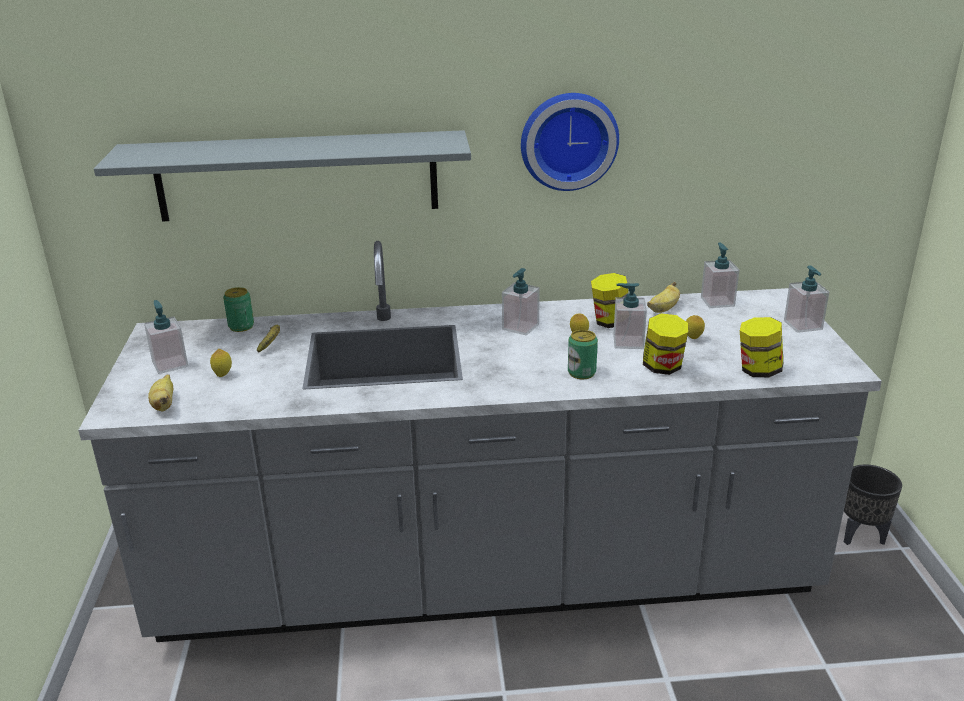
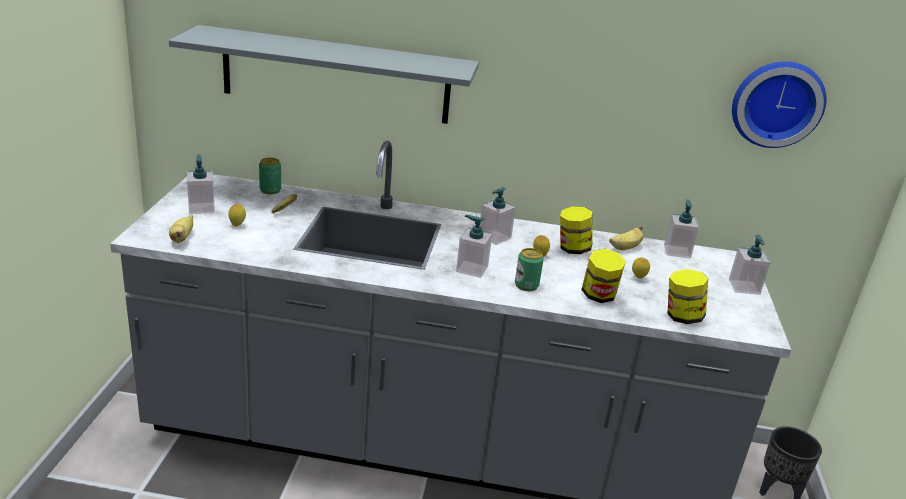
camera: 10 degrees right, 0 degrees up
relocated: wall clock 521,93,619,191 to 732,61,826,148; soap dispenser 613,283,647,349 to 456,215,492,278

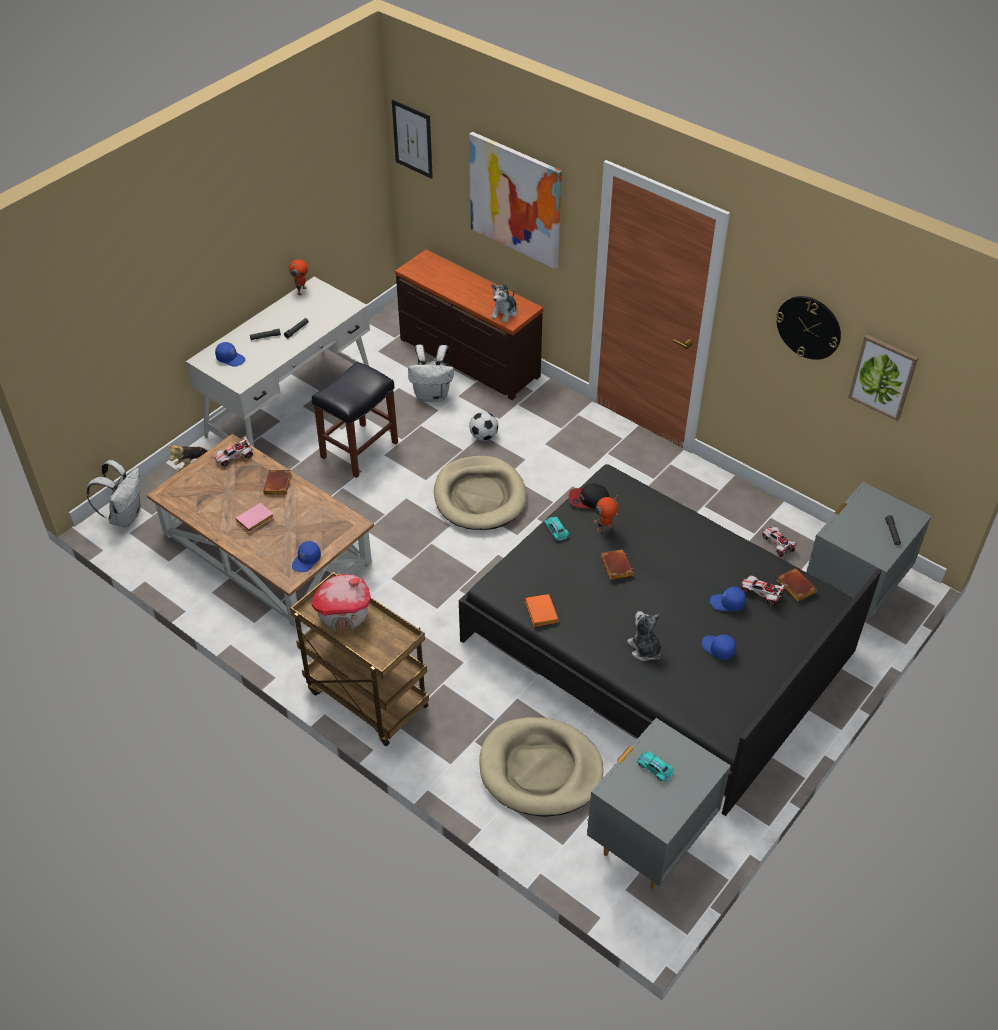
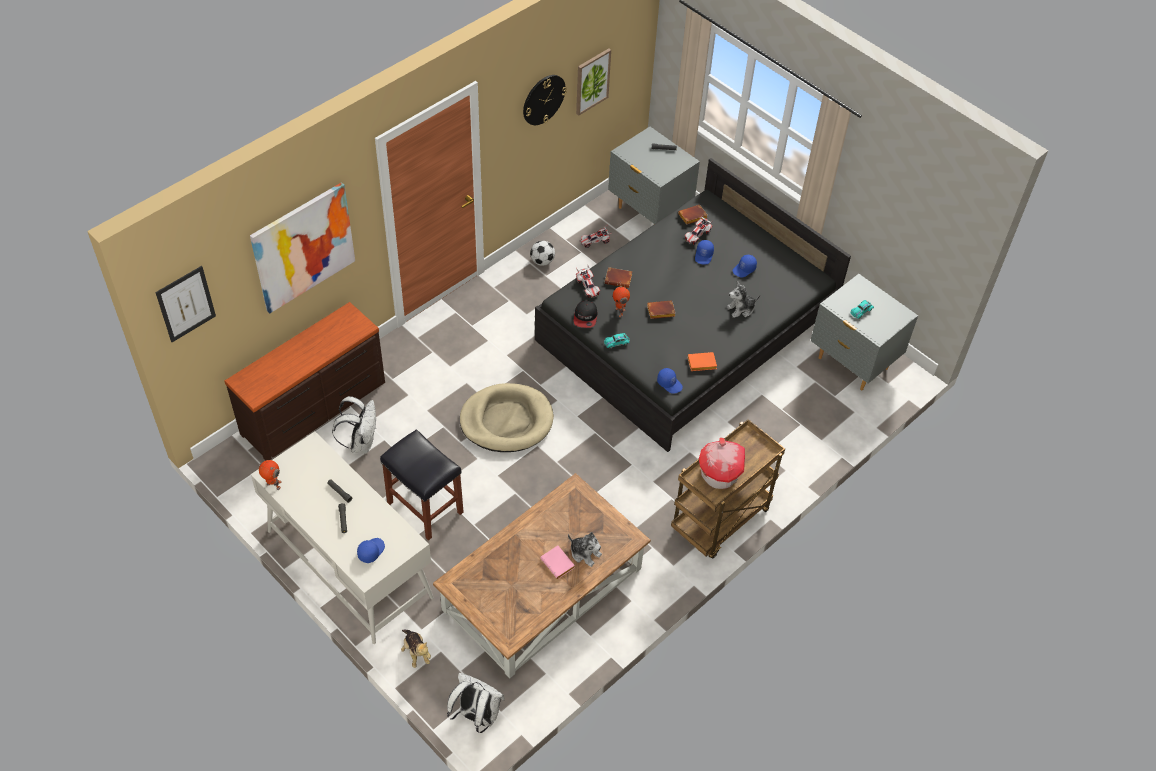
camera: 85 degrees left, 5 degrees up
missing: beige dog bed 479,717,603,816
relocated: toy car 214,434,253,466 to 576,266,600,298; brown book 263,470,292,495 to 605,267,632,288; blue cap 292,541,321,572 to 657,368,683,394; football 469,412,498,441 to 530,241,555,266; plush toy 491,284,517,323 to 568,532,602,567

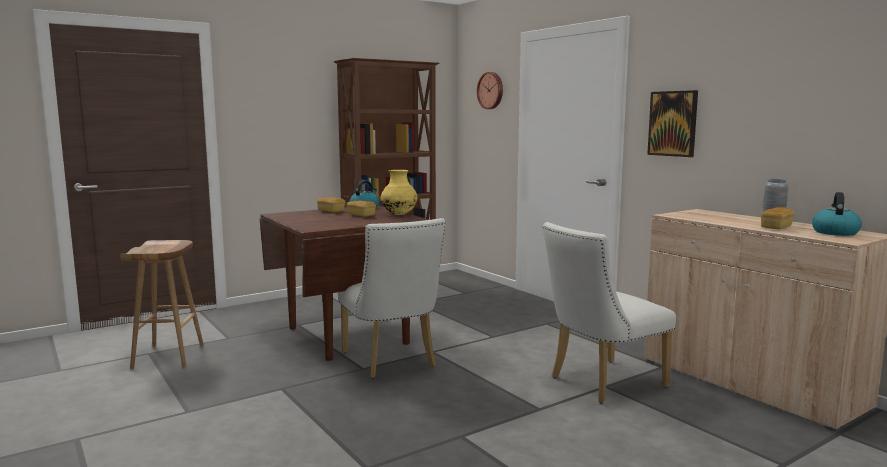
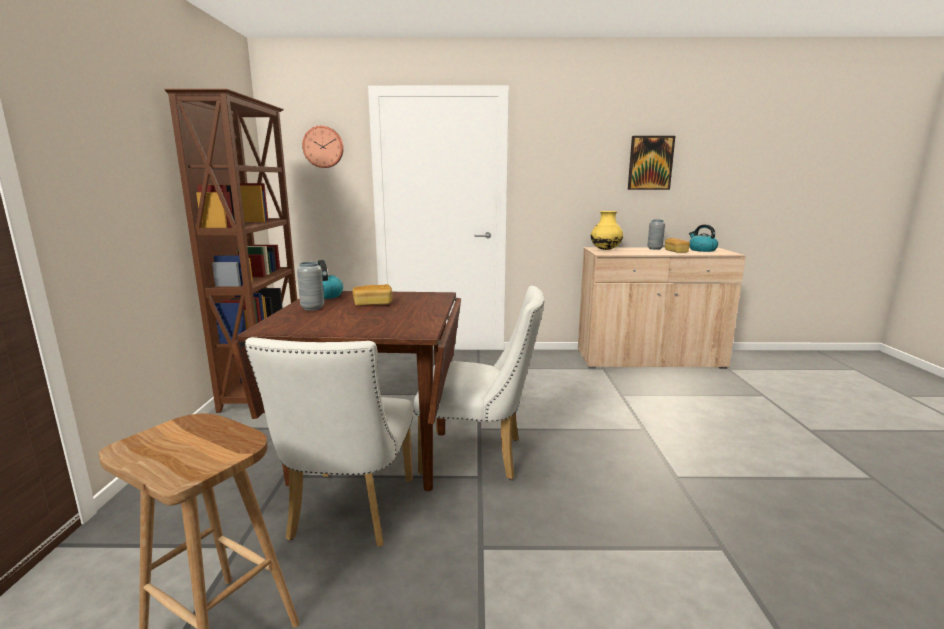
camera: 55 degrees left, 5 degrees up
relocated: yellow vase 381,170,418,215 to 591,211,623,250; white chair 543,222,676,404 to 245,337,413,547; picture 647,90,698,157 to 628,136,675,190
exchanged: bread 317,197,345,213 to grey vase 297,262,324,311

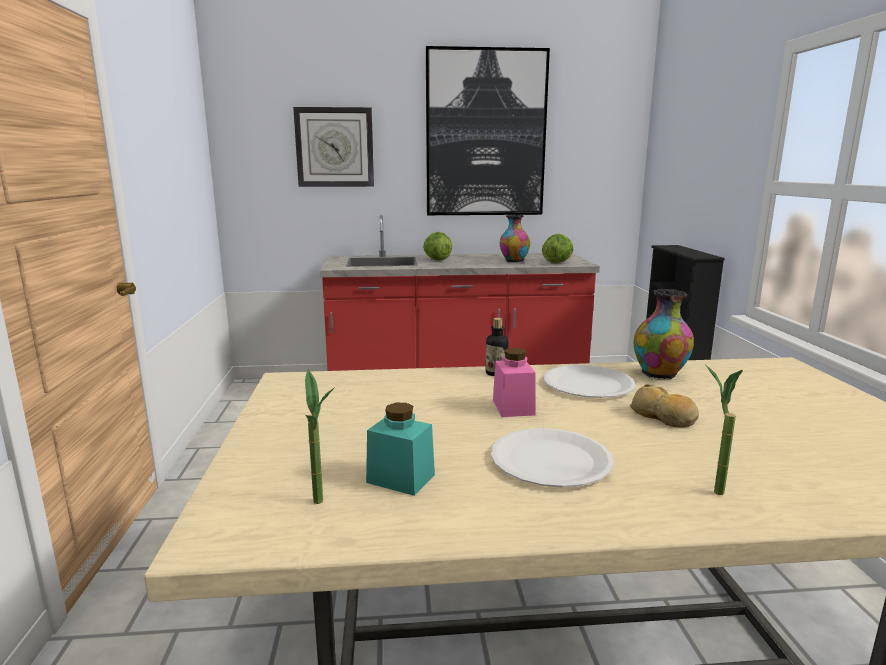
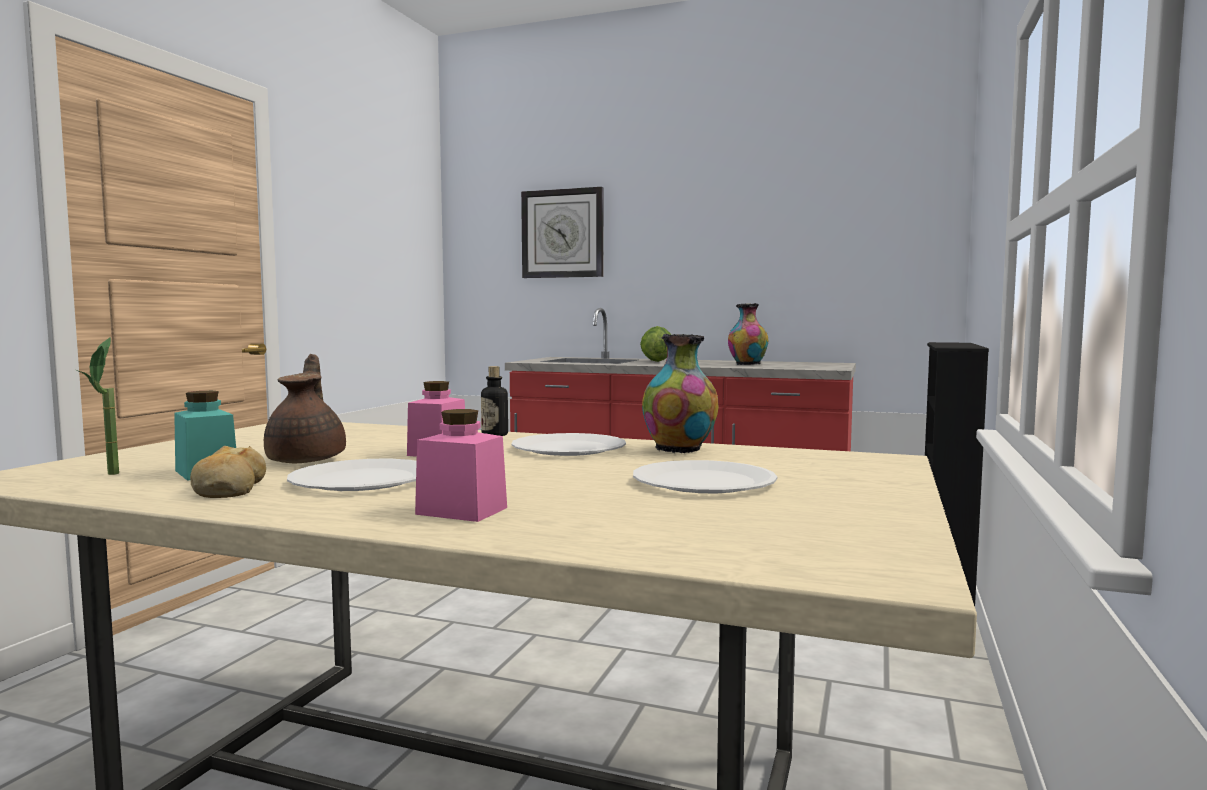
camera: 25 degrees right, 10 degrees down
missing: picture 426,46,550,215; lettuce 542,234,573,263
appeared: brown teapot 264,354,346,463; white plate 633,460,777,493
relocated: bread 630,384,699,428 to 190,446,266,498
exchanged: potted plant 705,364,742,495 to pink jar 415,409,507,522

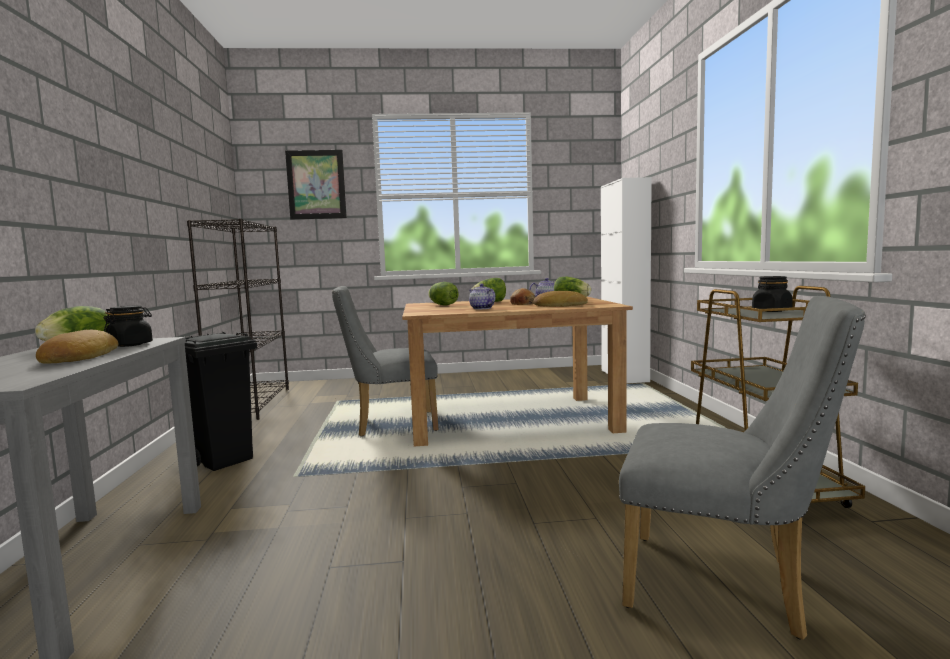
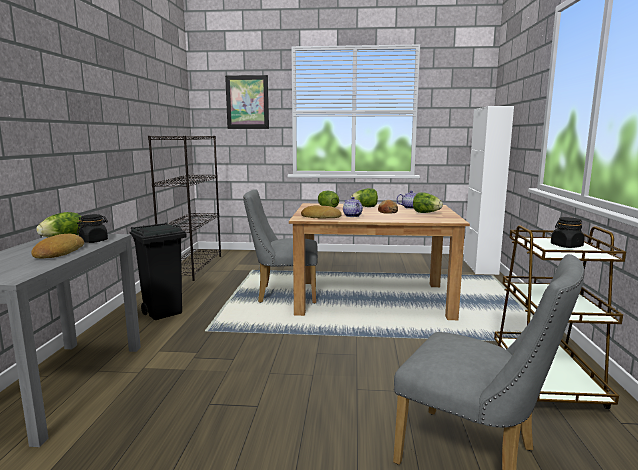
camera: 10 degrees right, 5 degrees up
relocated: bread 533,291,588,307 to 301,205,342,219

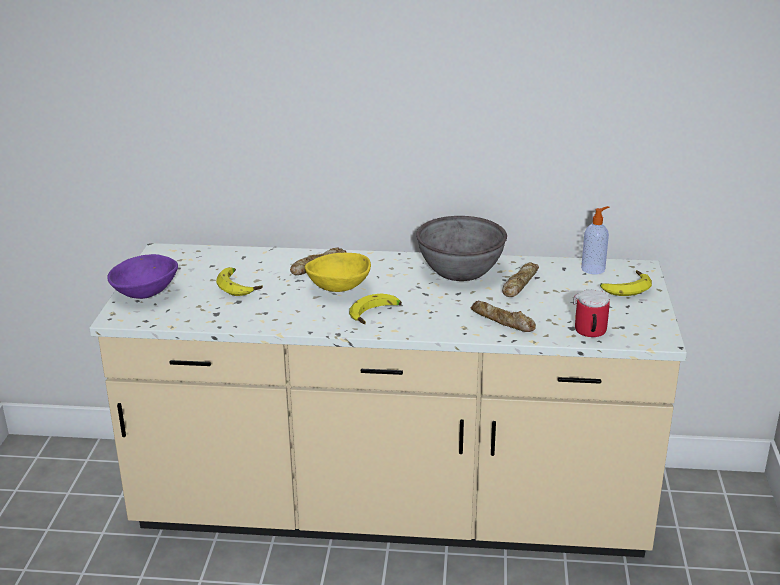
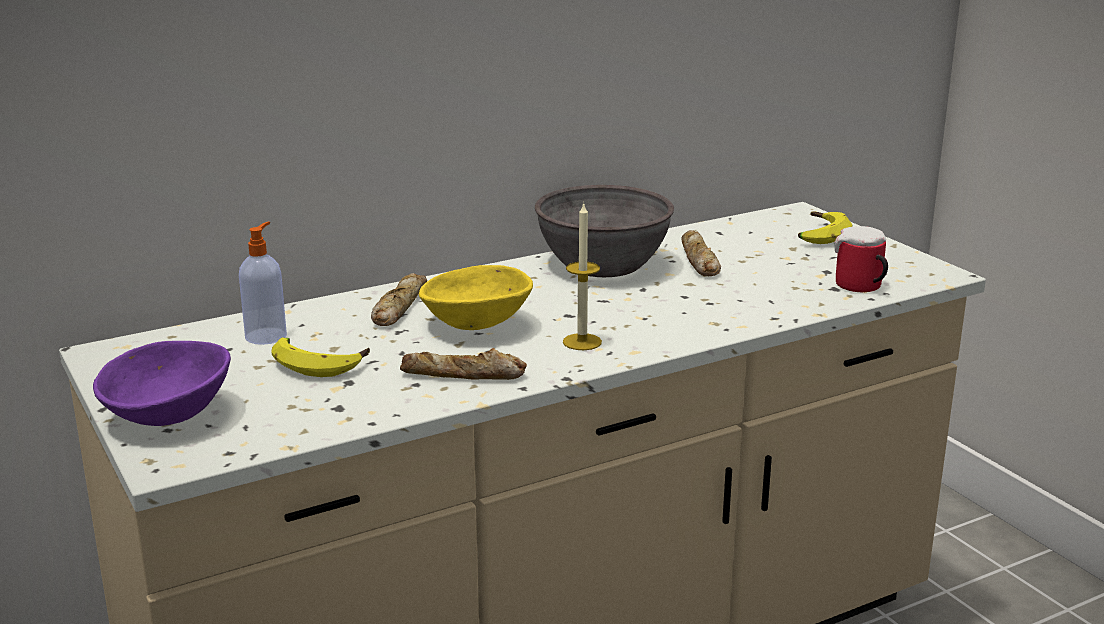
camera: 35 degrees left, 5 degrees down
relocated: bread 471,301,536,332 to 400,348,527,380; soap dispenser 581,206,609,274 to 239,222,287,345
exchanged: banana 349,294,402,324 to candle 563,202,602,350

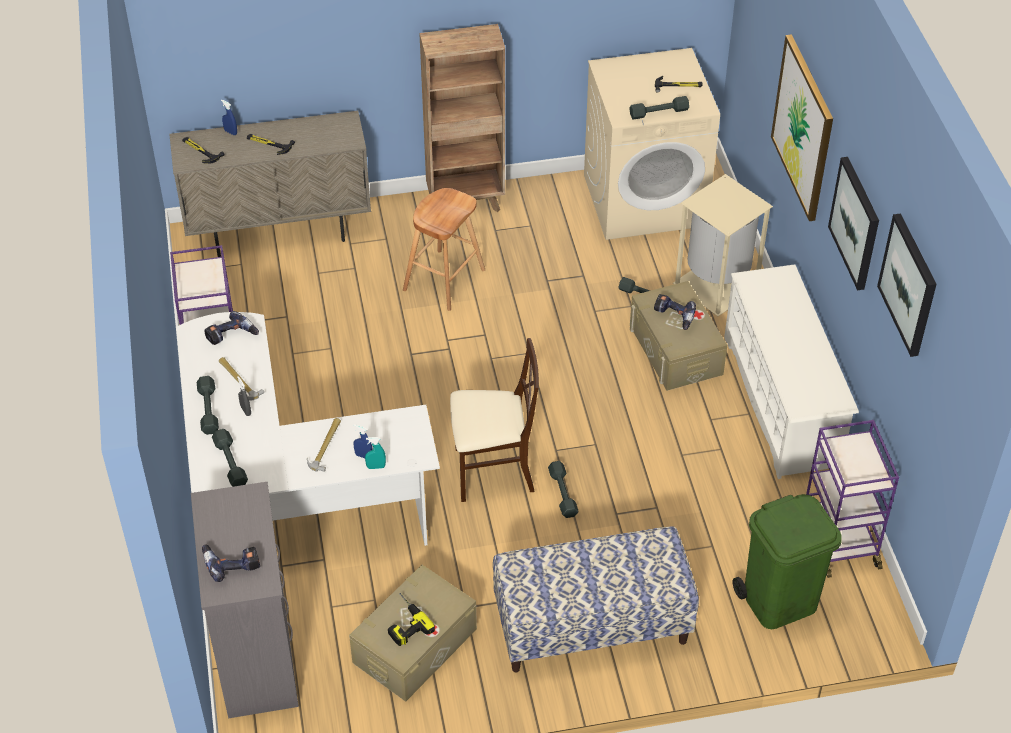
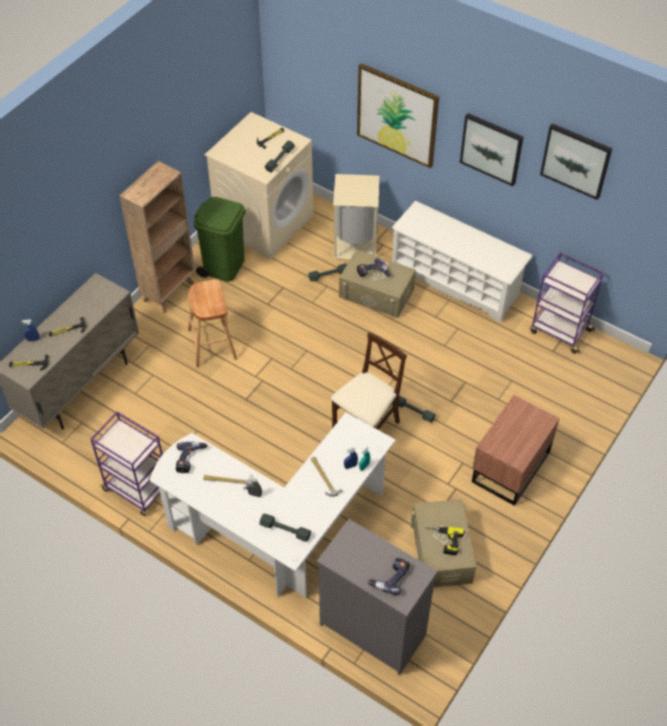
camera: 45 degrees left, 5 degrees up
missing: grey dumbbell 197,376,219,435
relocated: green trash can 733,494,842,629 to 194,197,245,282
exchanged: bench 493,526,699,672 to brown nightstand 472,395,560,506

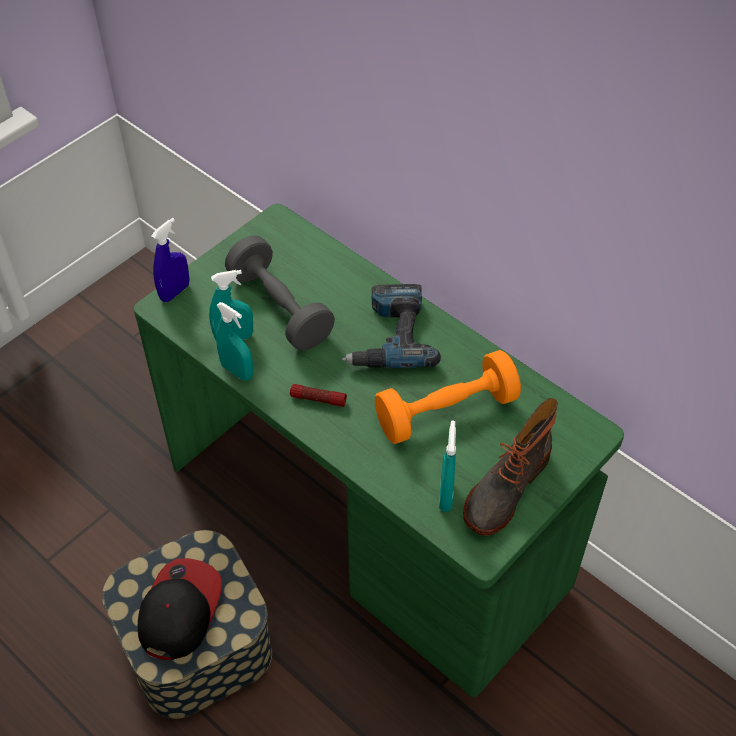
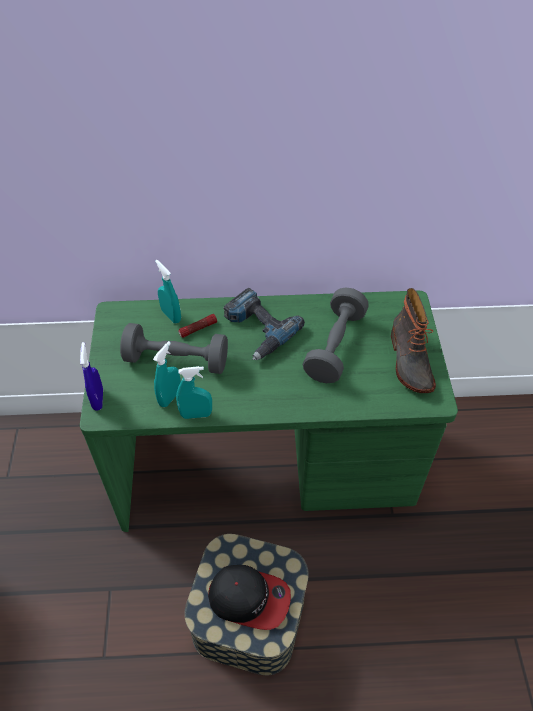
camera: 45 degrees left, 0 degrees up
relocated: flashlight 290,384,347,407 to 178,314,217,338; turquoise spray bottle 439,421,456,512 to 155,260,181,323
colour: orange dumbbell 375,350,521,444 to grey dumbbell 303,287,369,383
spun: cap 138,558,222,660 = 208,565,291,630 135 degrees clockwise

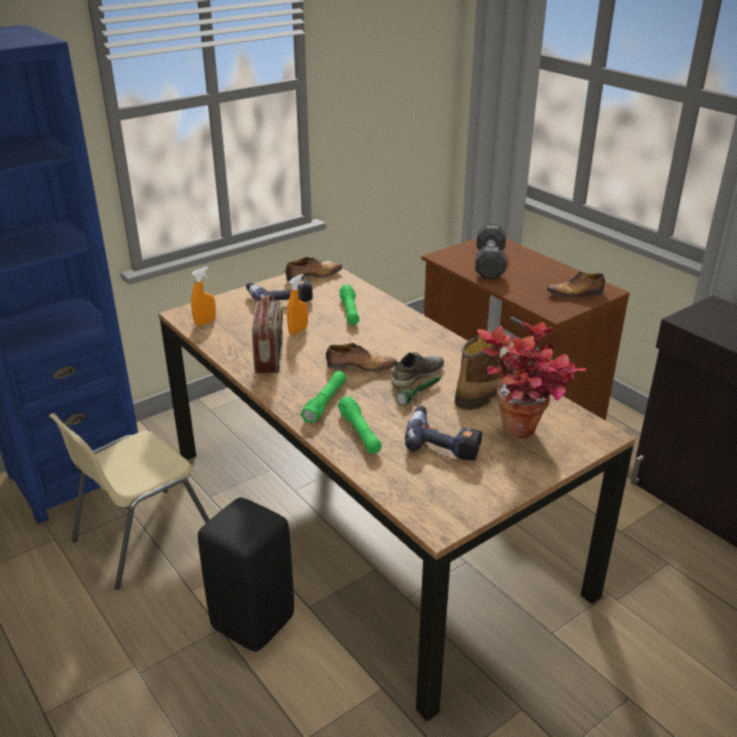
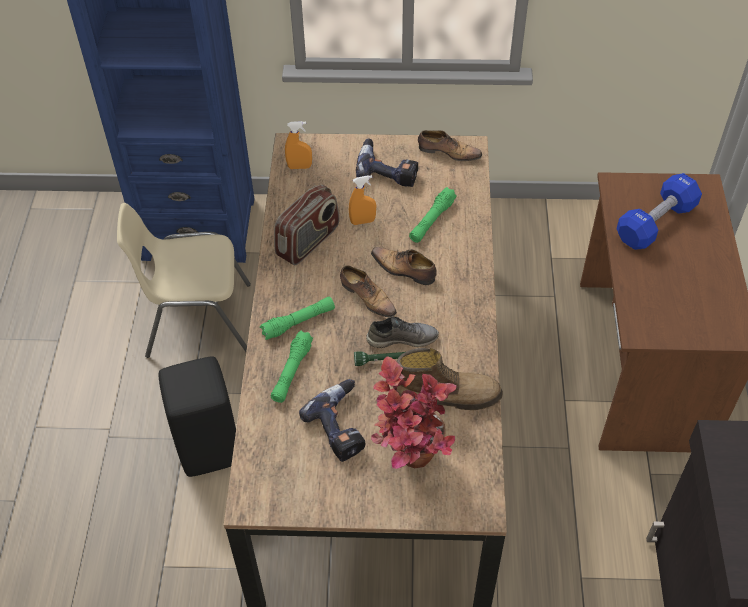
camera: 40 degrees right, 20 degrees up
relocated: shoe 547,271,605,298 to 371,247,437,285
colour: black dumbbell 475,224,506,279 to blue dumbbell 617,173,702,250

